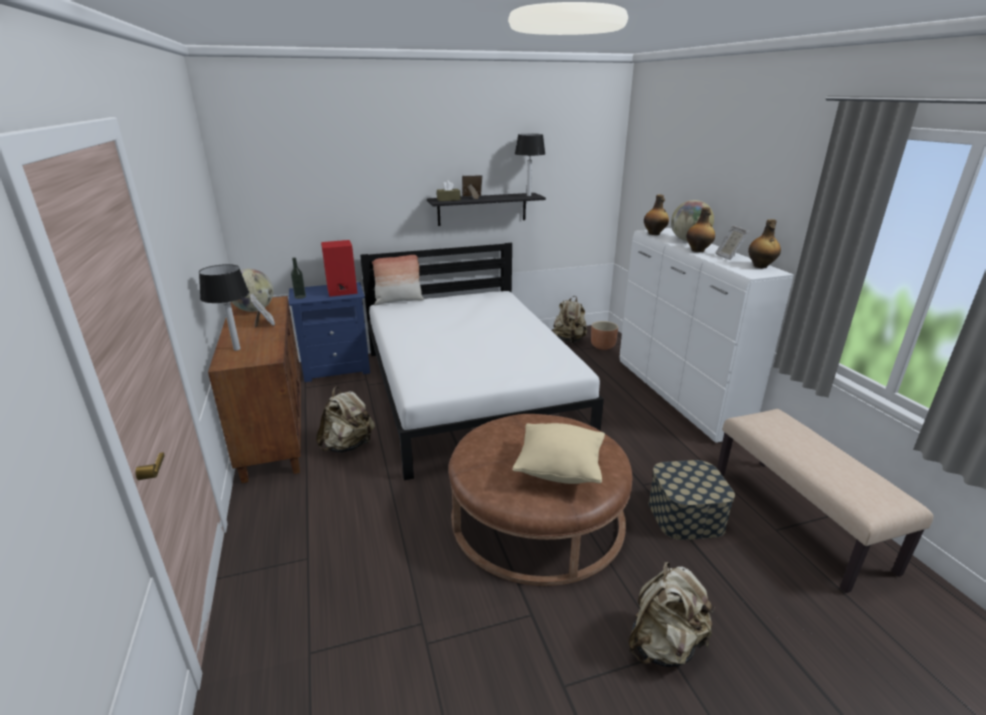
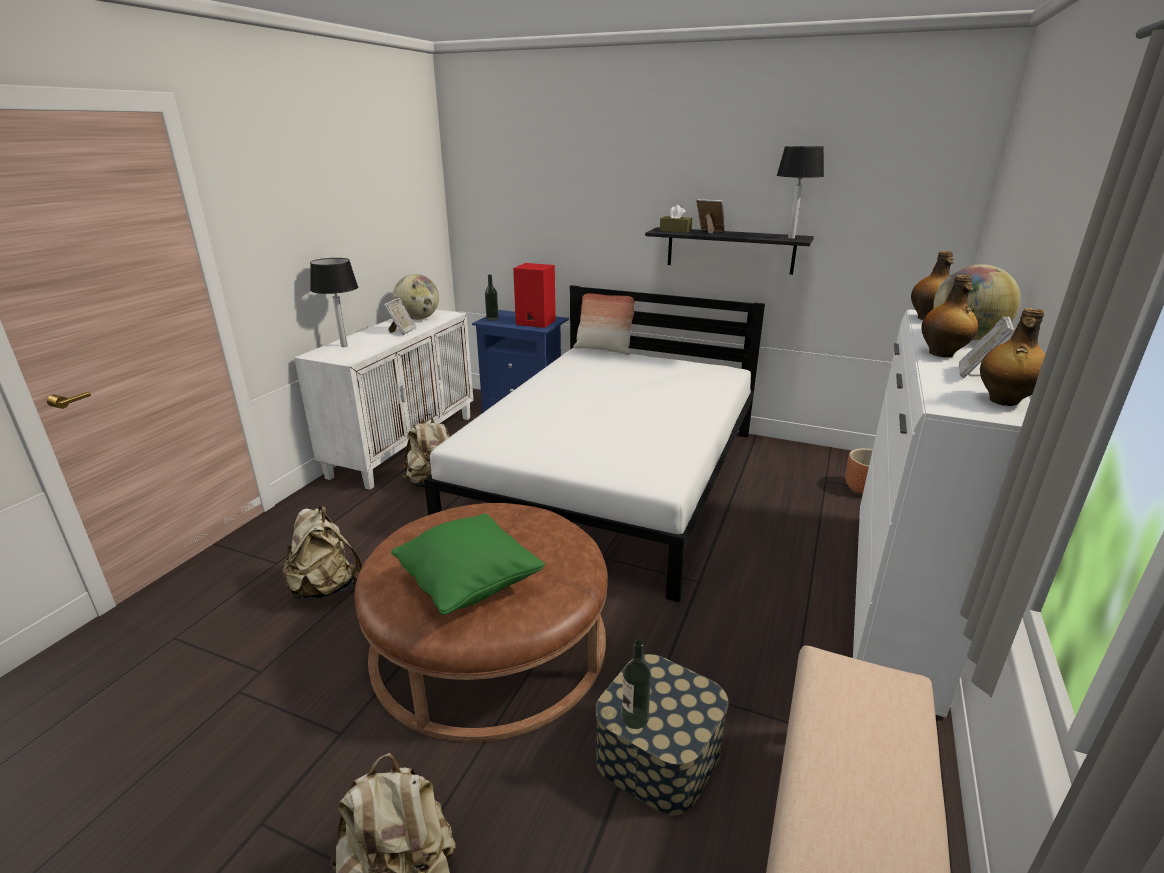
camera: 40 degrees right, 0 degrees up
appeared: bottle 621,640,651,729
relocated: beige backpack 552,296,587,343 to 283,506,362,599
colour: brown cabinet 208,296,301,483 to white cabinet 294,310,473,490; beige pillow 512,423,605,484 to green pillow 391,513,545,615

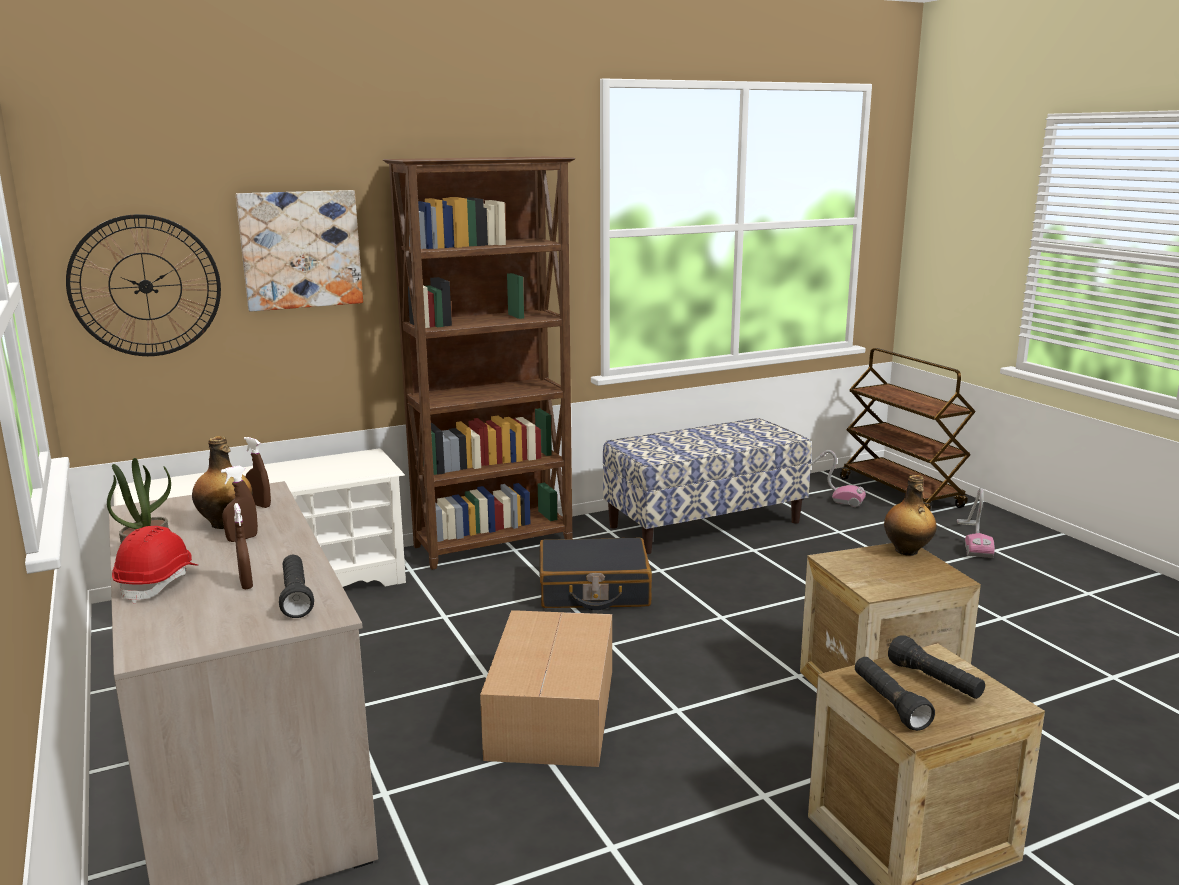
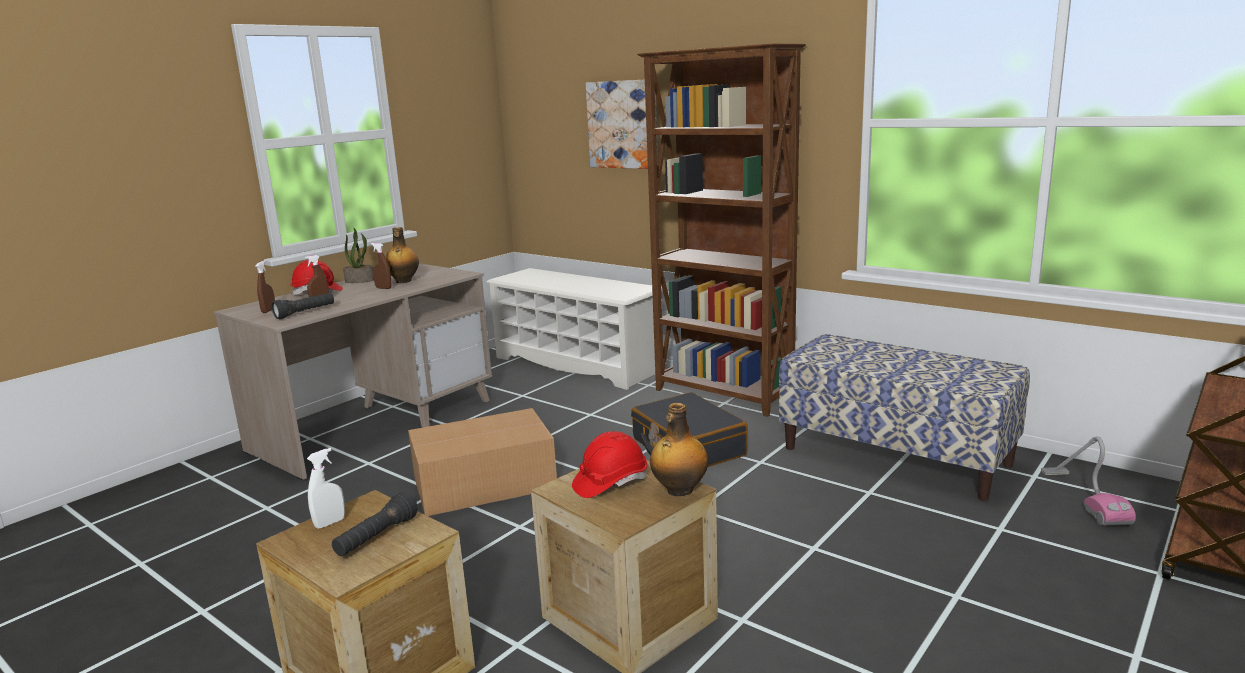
camera: 65 degrees right, 0 degrees up
missing: wall clock 66,214,221,356; vacuum cleaner 957,488,995,558
appeared: red hard hat 572,431,648,498
relocated: brown spray bottle 244,437,271,508 to 255,261,275,313
exchanged: black flashlight 855,657,935,731 to white spray bottle 307,448,345,529

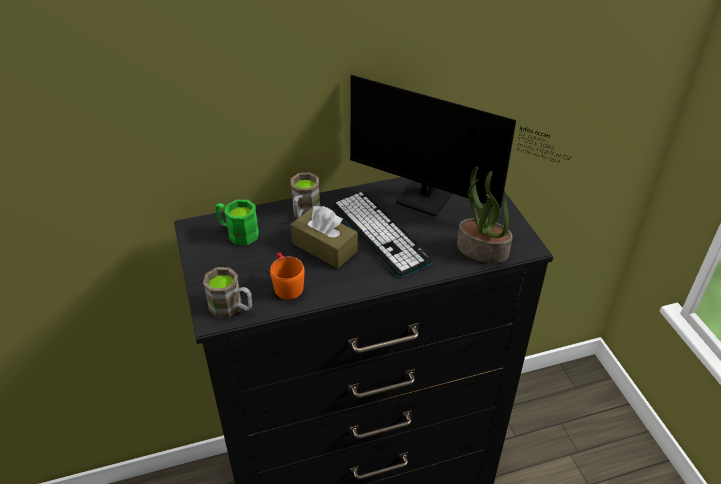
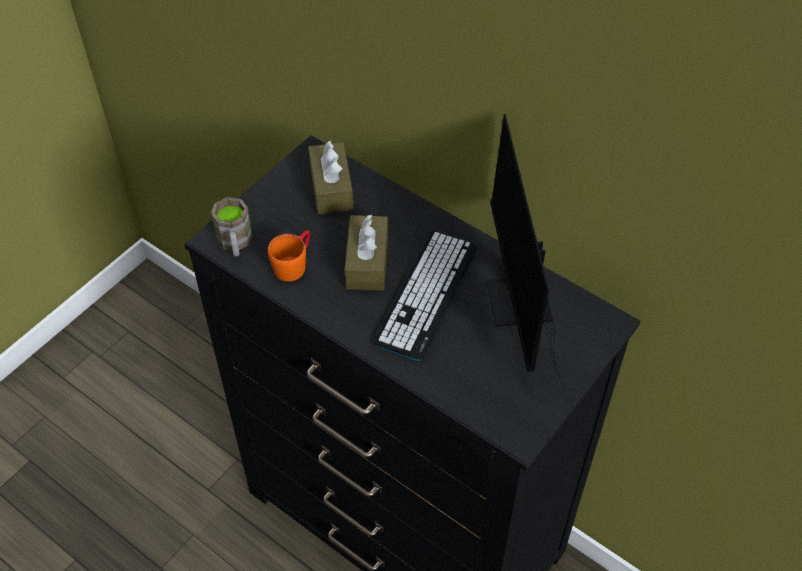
camera: 55 degrees right, 10 degrees up
missing: brown mug 291,173,320,218; potted plant 457,167,513,263
exchanged: green mug 215,200,259,245 to brown tissue box 308,141,354,214

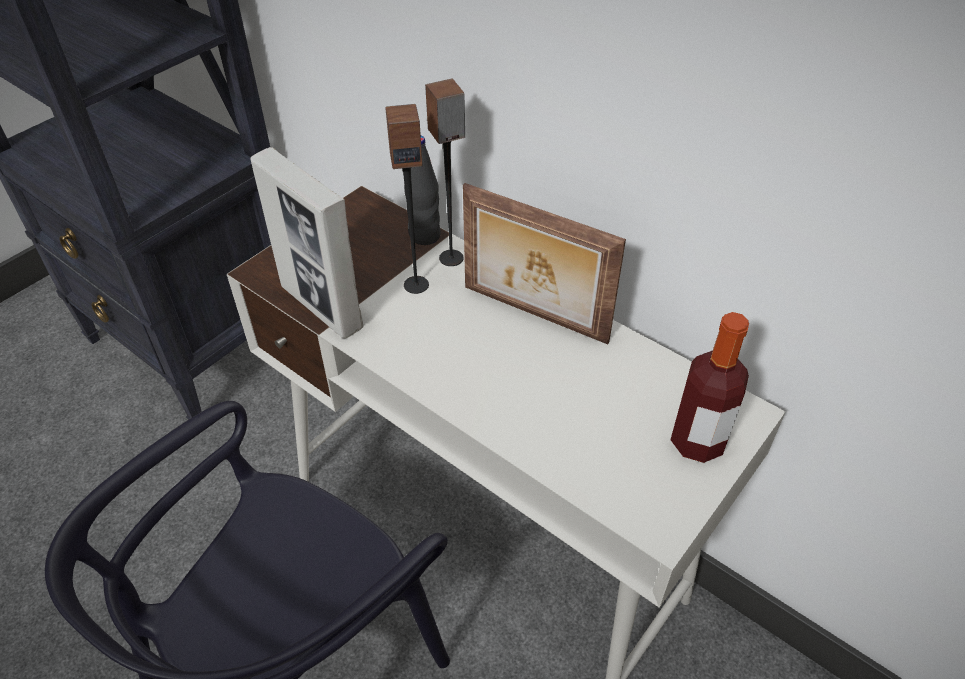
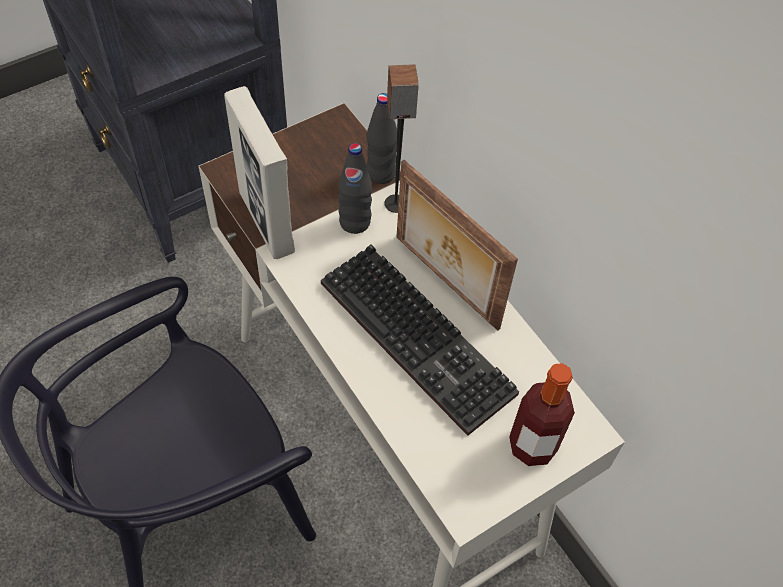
camera: 15 degrees right, 10 degrees up
appeared: keyboard 321,244,519,436
exchanged: speaker 385,104,429,294 to black bottle 338,143,372,234

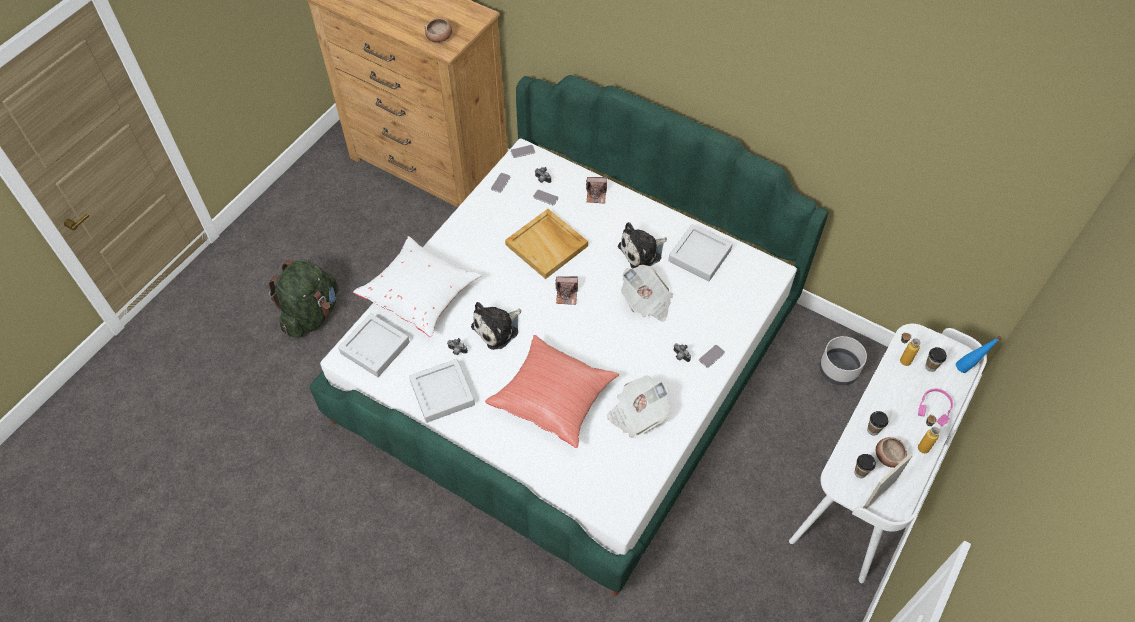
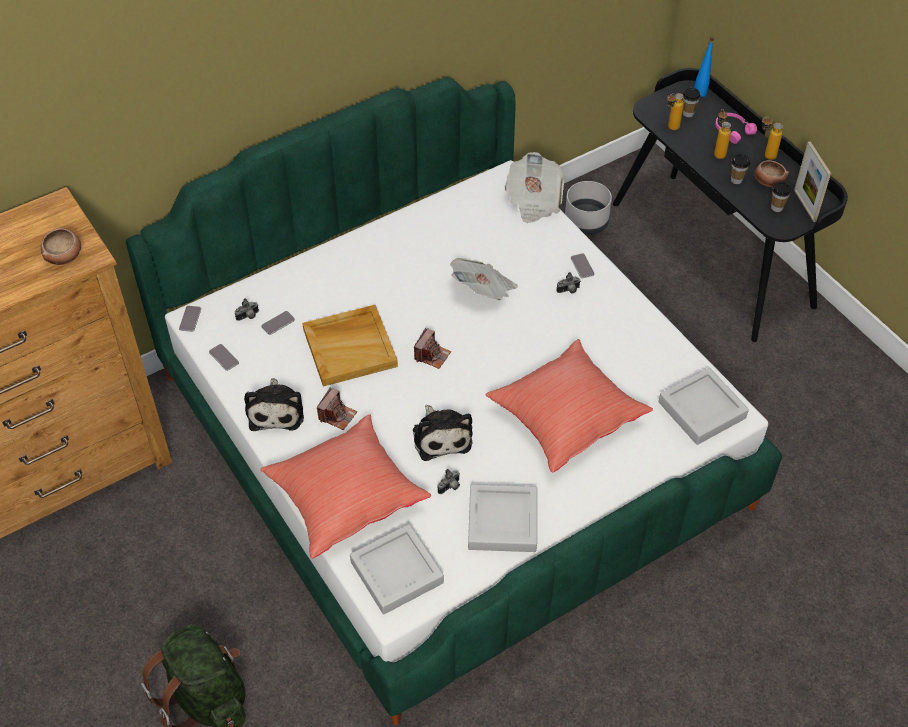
camera: 65 degrees left, 5 degrees down
appeared: bottle 714,109,731,159
relocated: photo camera 586,177,607,203 to 317,387,357,430; newspaper 607,375,670,438 to 505,152,565,223; plush toy 618,222,667,268 to 244,378,304,431; grey tray 668,224,733,281 to 658,368,749,445
colour: white pillow 353,236,482,337 to red pillow 260,414,431,558; white desk 789,324,987,583 to black desk 613,68,848,342

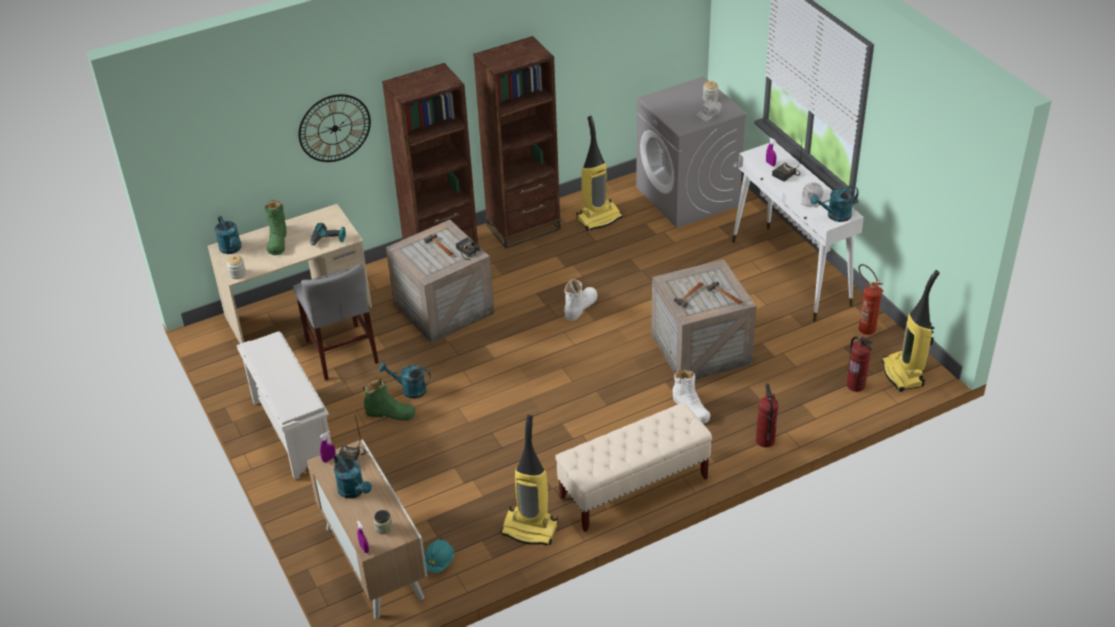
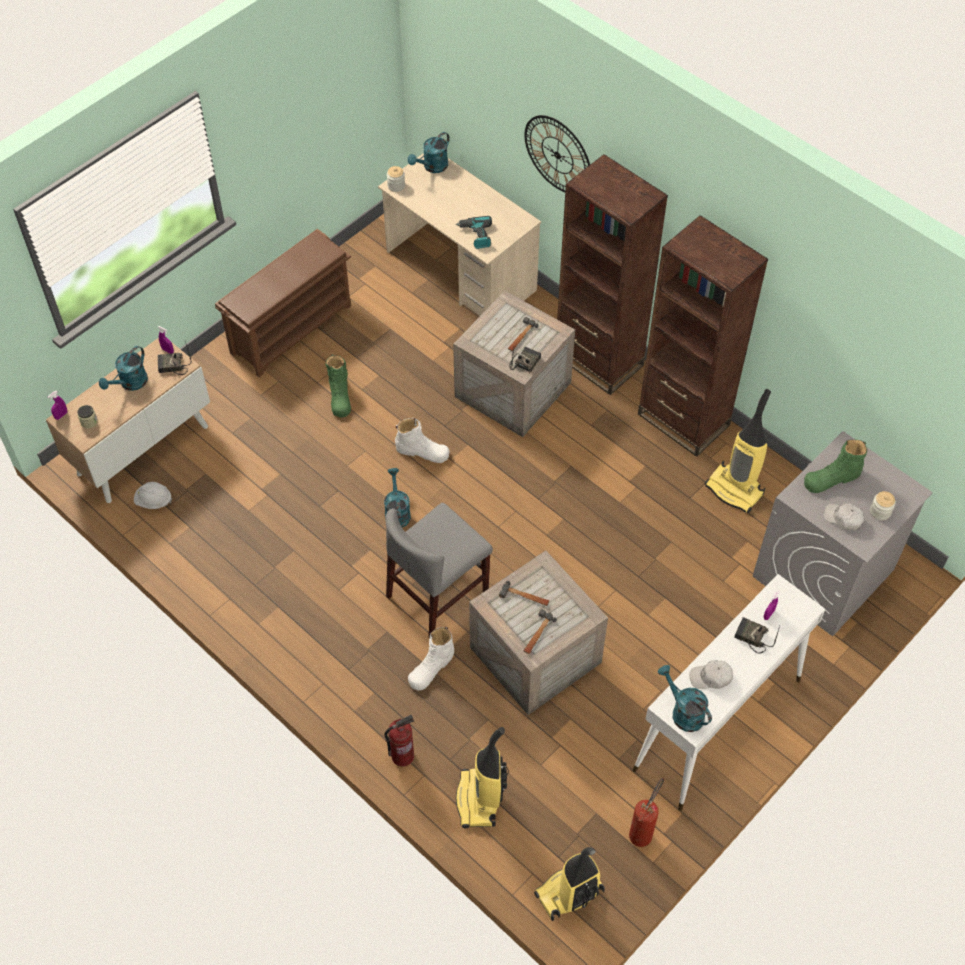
camera: 70 degrees right, 15 degrees up
missing: beige bench 555,403,712,532; fire extinguisher 847,336,873,392
relocated: green boot 265,200,287,255 to 804,440,867,493; grey chair 293,264,379,380 to 385,503,493,638; turquoise watering can 379,362,431,399 to 384,468,411,527; vacuum cleaner 500,415,558,546 to 456,727,509,828; white boot 564,279,597,321 to 395,418,450,463
colour: white shoe rack 237,331,331,479 to brown shoe rack 215,229,351,377; turquoise hard hat 424,539,454,573 to white hard hat 134,482,172,509

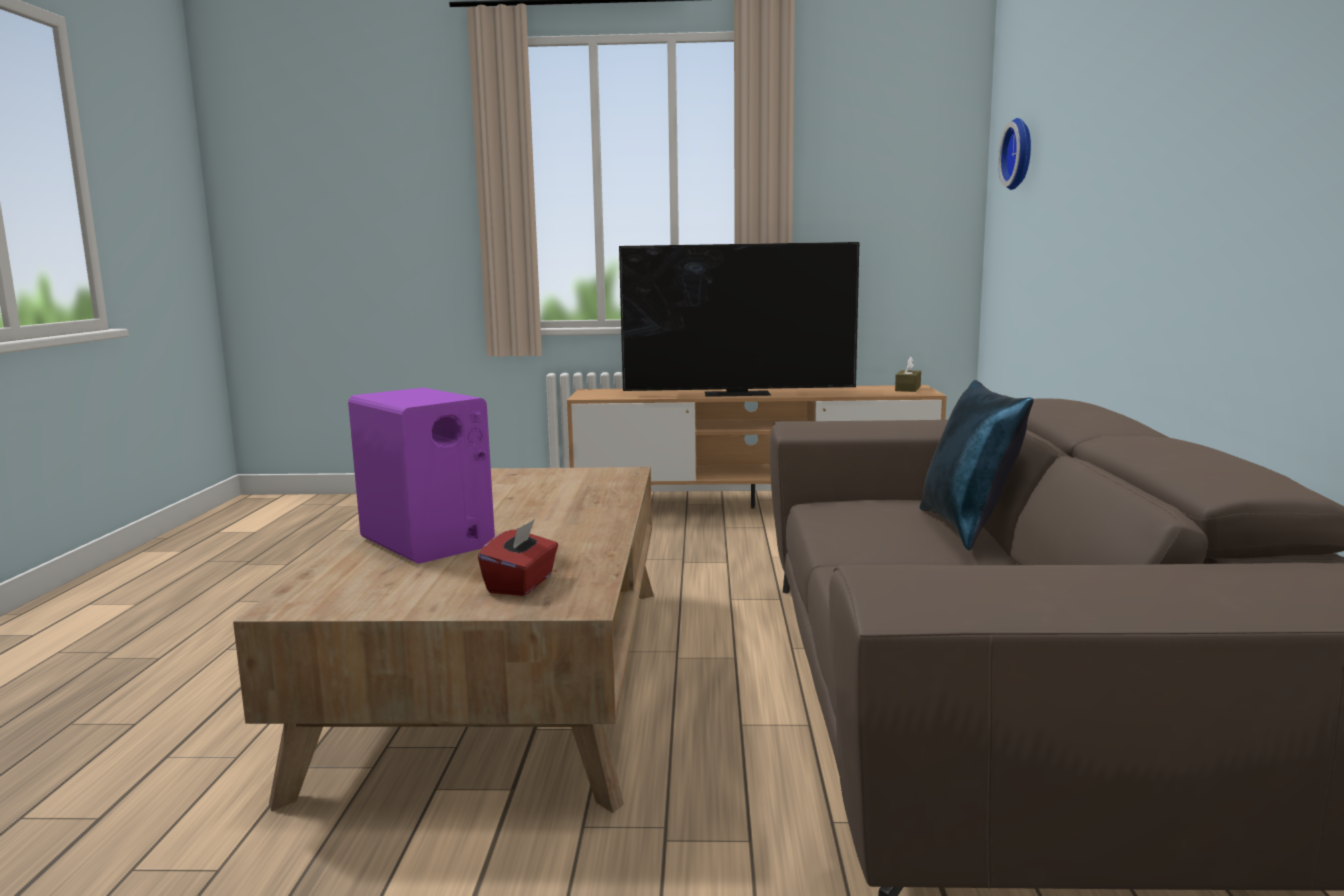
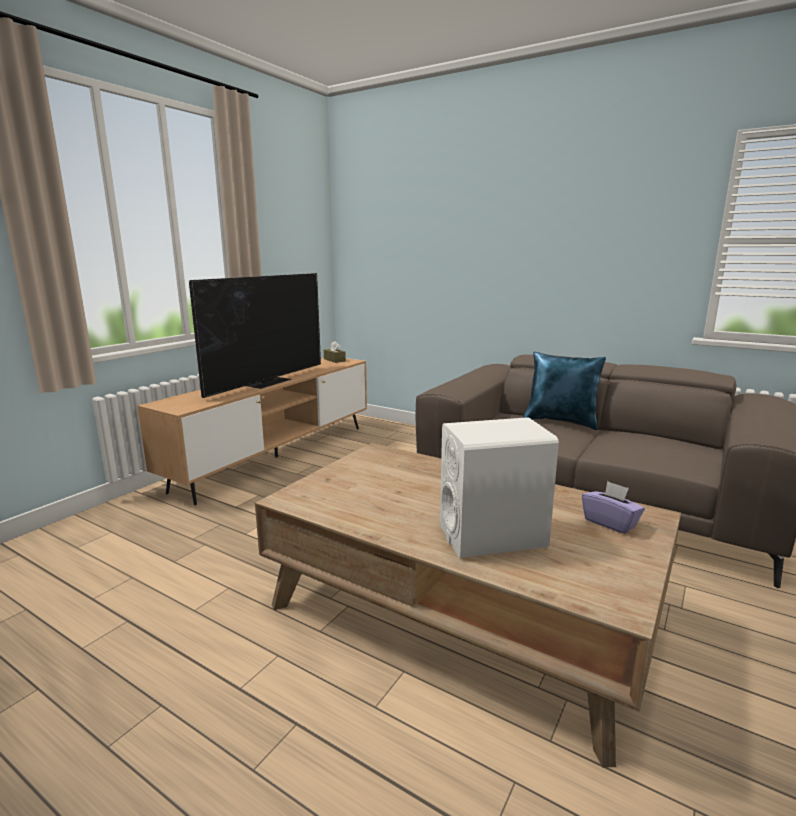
camera: 60 degrees left, 5 degrees up
missing: wall clock 998,118,1031,190
colour: purple speaker 348,388,495,564 to white speaker 440,417,559,558; red tissue box 478,519,558,596 to purple tissue box 582,481,645,534

